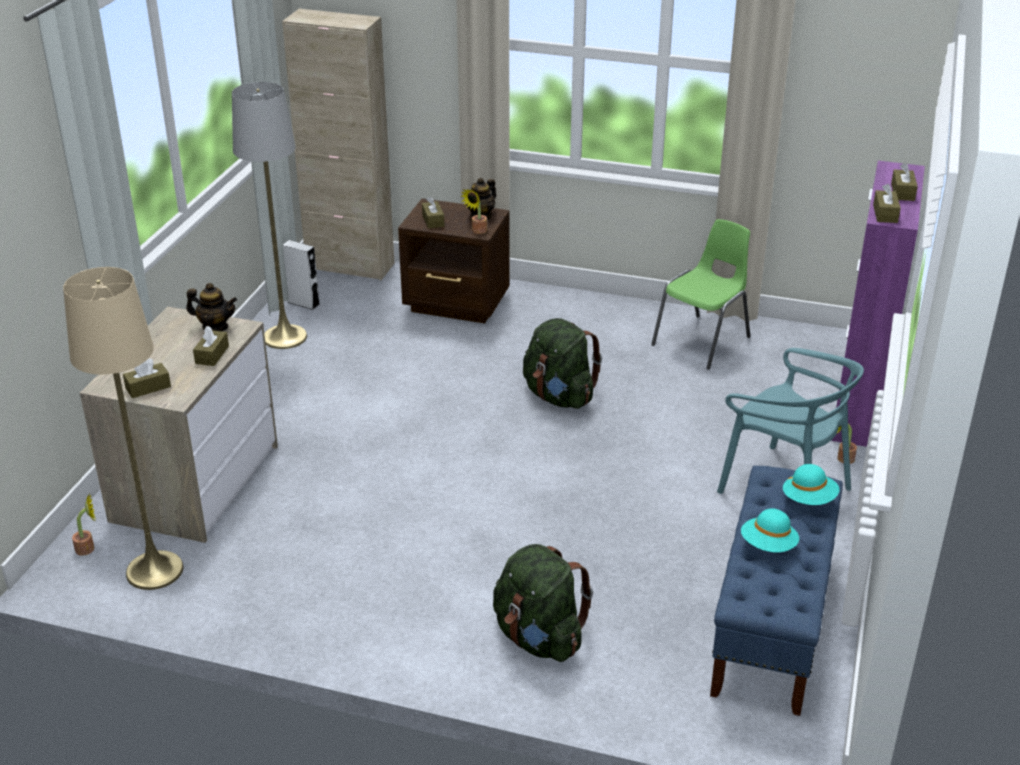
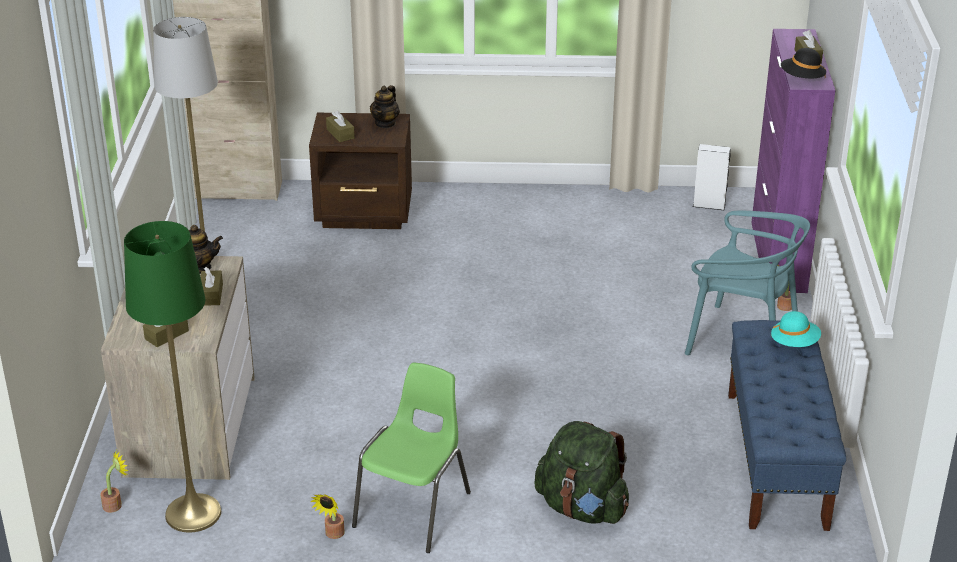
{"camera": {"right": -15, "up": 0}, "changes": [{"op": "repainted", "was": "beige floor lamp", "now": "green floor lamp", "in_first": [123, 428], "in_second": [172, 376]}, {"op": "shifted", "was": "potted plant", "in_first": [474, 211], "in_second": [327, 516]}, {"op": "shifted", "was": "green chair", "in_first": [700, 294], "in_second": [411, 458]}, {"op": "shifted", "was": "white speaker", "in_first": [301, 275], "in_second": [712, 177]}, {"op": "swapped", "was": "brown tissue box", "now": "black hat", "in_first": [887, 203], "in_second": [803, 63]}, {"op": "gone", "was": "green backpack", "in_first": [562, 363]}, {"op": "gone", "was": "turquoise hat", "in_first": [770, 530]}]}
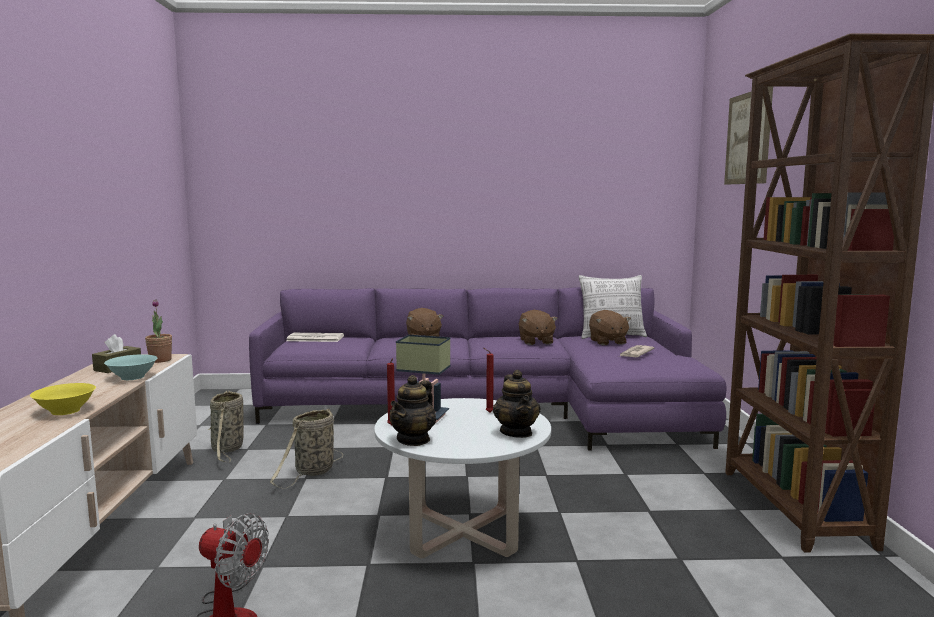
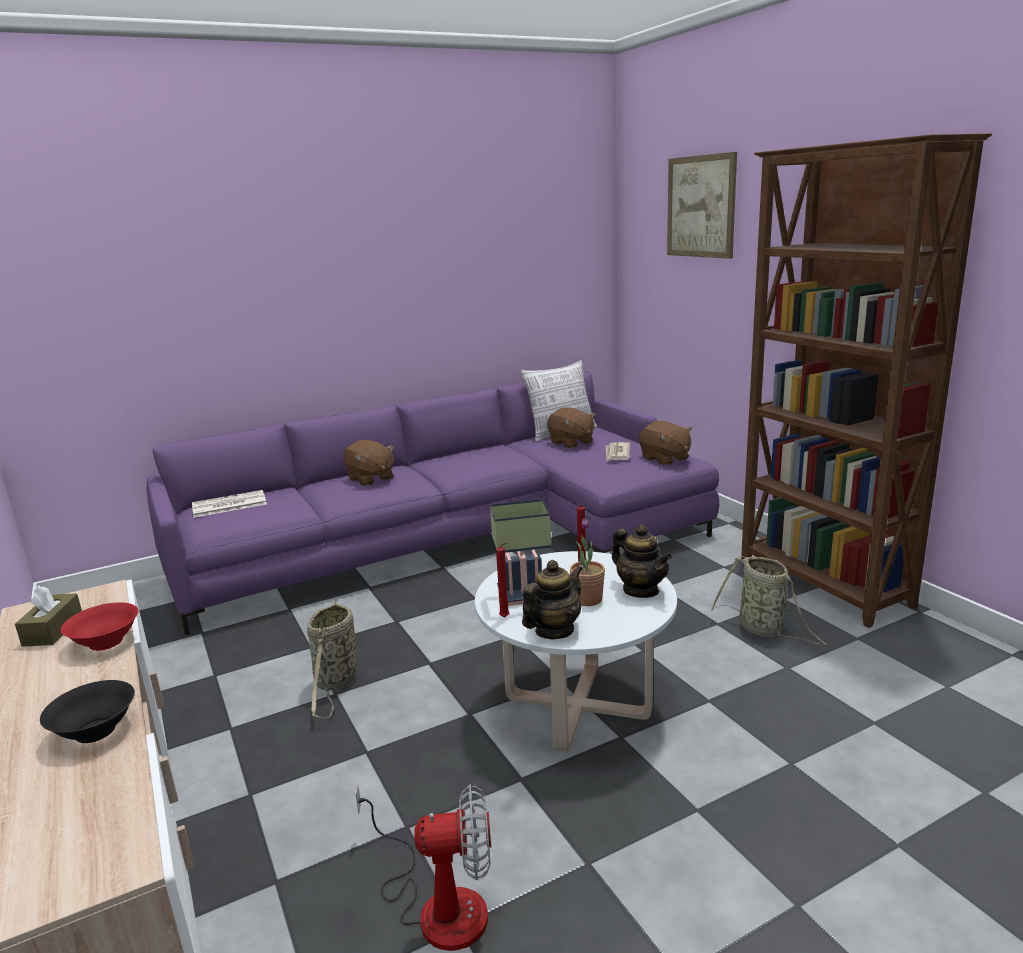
{"camera": {"right": -25, "up": 10}, "changes": [{"op": "repainted", "was": "yellow bowl", "now": "black bowl", "in_first": [63, 399], "in_second": [87, 711]}, {"op": "repainted", "was": "turquoise bowl", "now": "red bowl", "in_first": [130, 367], "in_second": [99, 626]}, {"op": "rotated", "was": "teapot", "in_first": [412, 410], "in_second": [552, 599], "clockwise": -135}, {"op": "shifted", "was": "potted plant", "in_first": [158, 331], "in_second": [587, 562]}, {"op": "shifted", "was": "brown plush toy", "in_first": [538, 327], "in_second": [665, 443]}, {"op": "shifted", "was": "basket", "in_first": [226, 426], "in_second": [768, 601]}]}
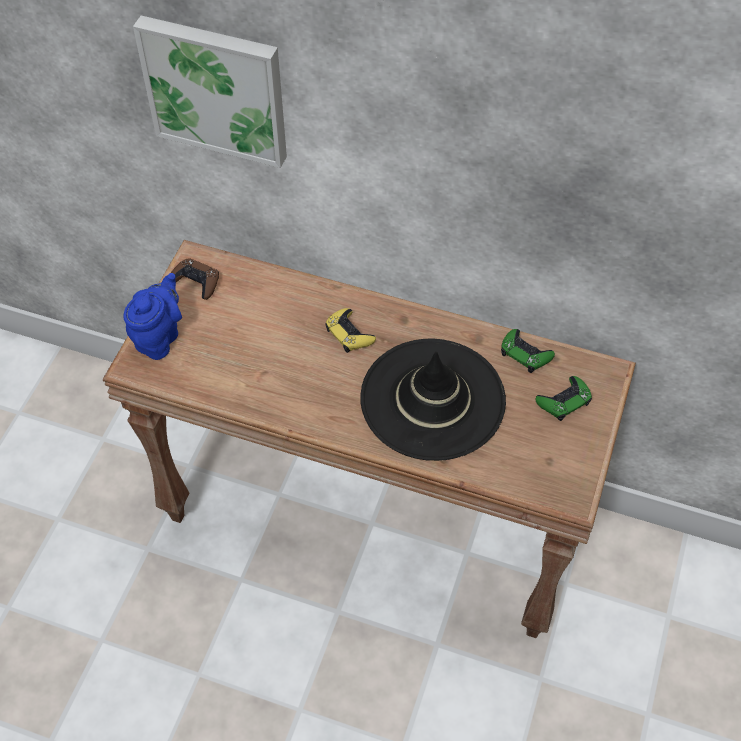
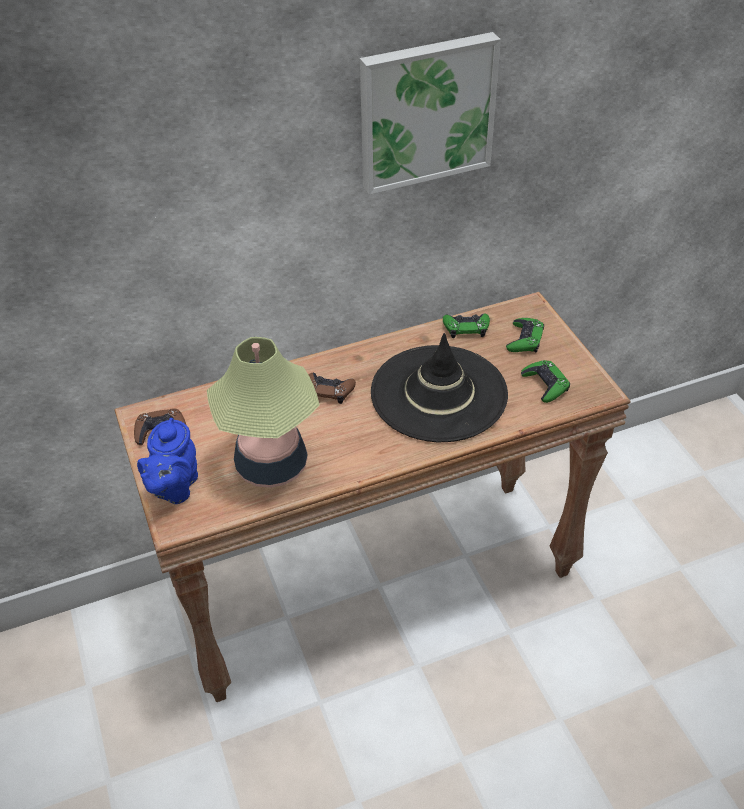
{"camera": {"right": -40, "up": -10}, "changes": [{"op": "rotated", "was": "blue teapot", "in_first": [152, 316], "in_second": [167, 461], "clockwise": -150}, {"op": "new", "now": "table lamp", "in_second": [263, 412]}, {"op": "repainted", "was": "yellow game controller", "now": "brown game controller", "in_first": [350, 330], "in_second": [332, 388]}, {"op": "shifted", "was": "picture", "in_first": [210, 91], "in_second": [430, 113]}, {"op": "new", "now": "green game controller", "in_second": [545, 381]}]}
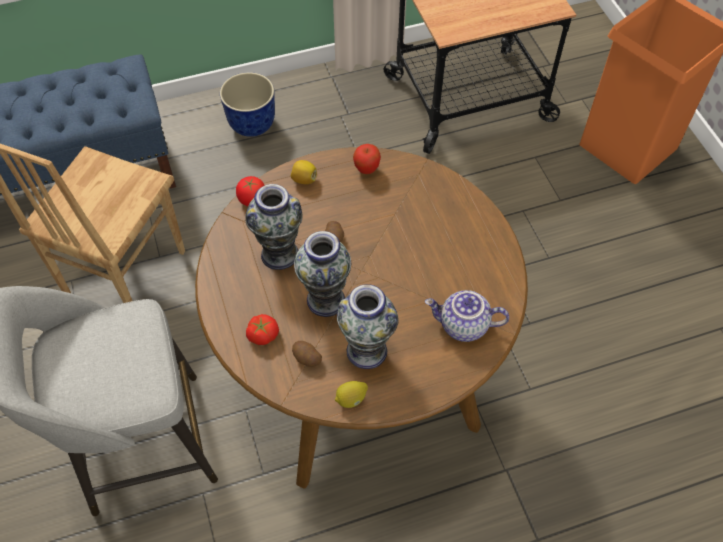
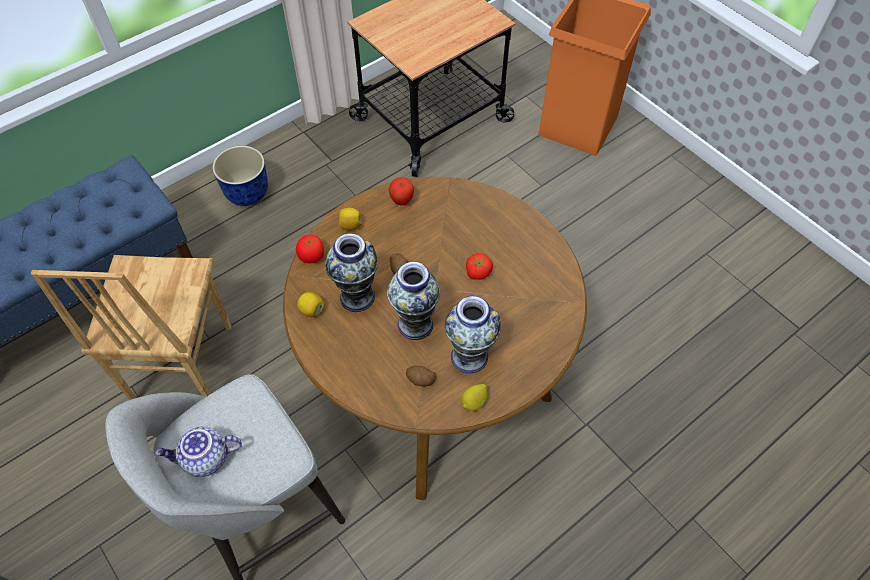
{"camera": {"right": -20, "up": 0}, "changes": [{"op": "shifted", "was": "teapot", "in_first": [467, 316], "in_second": [198, 451]}, {"op": "new", "now": "lemon", "in_second": [310, 304]}, {"op": "shifted", "was": "tomato", "in_first": [262, 329], "in_second": [479, 267]}]}
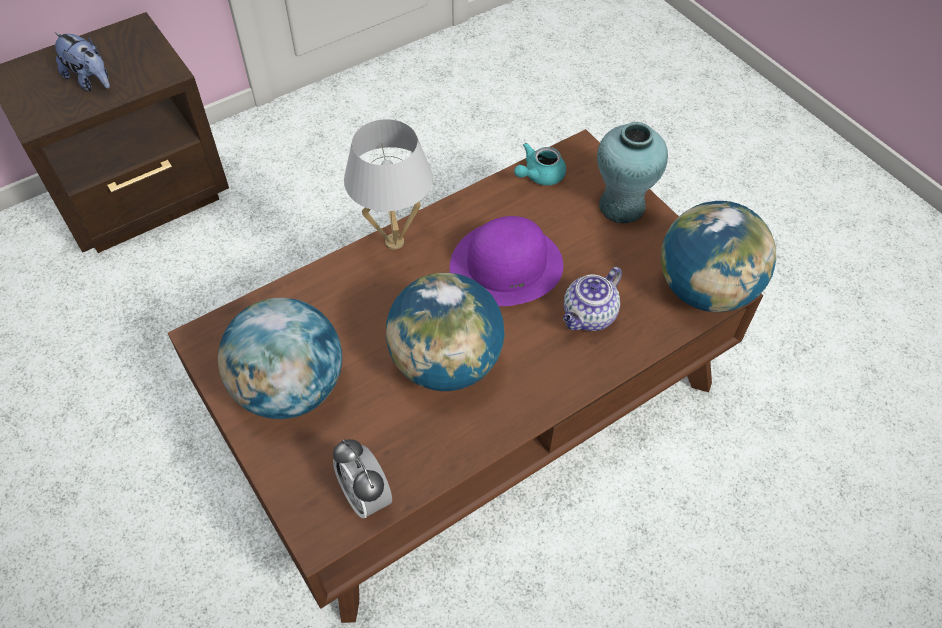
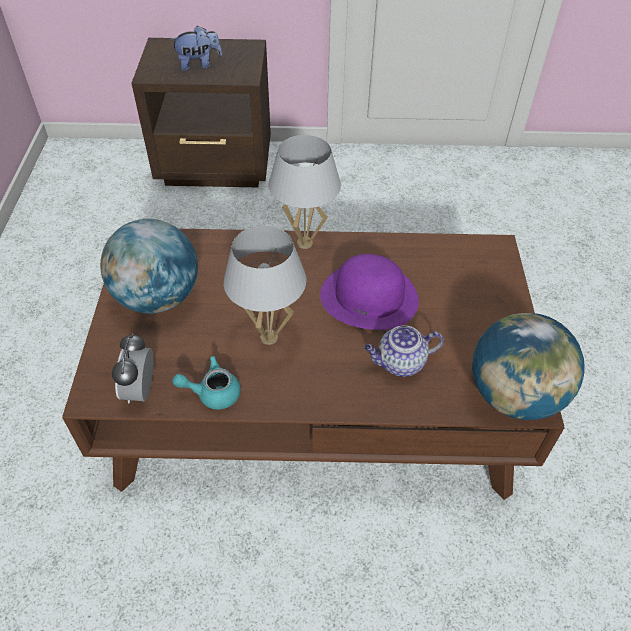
{"camera": {"right": 35, "up": -5}, "changes": [{"op": "rotated", "was": "plush toy", "in_first": [82, 61], "in_second": [196, 48], "clockwise": -90}, {"op": "shifted", "was": "turquoise teapot", "in_first": [540, 164], "in_second": [206, 383]}, {"op": "swapped", "was": "globe", "now": "white table lamp", "in_first": [445, 332], "in_second": [265, 285]}, {"op": "gone", "was": "turquoise vase", "in_first": [632, 173]}]}
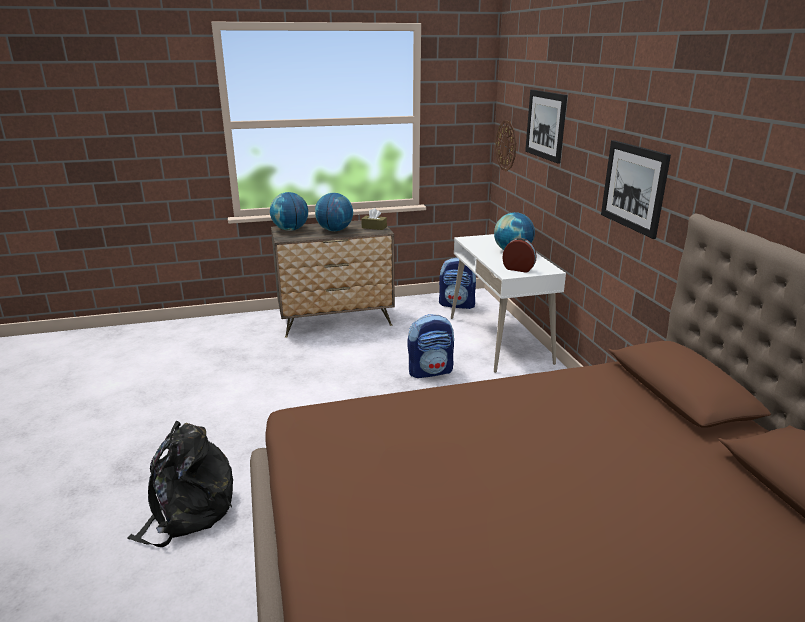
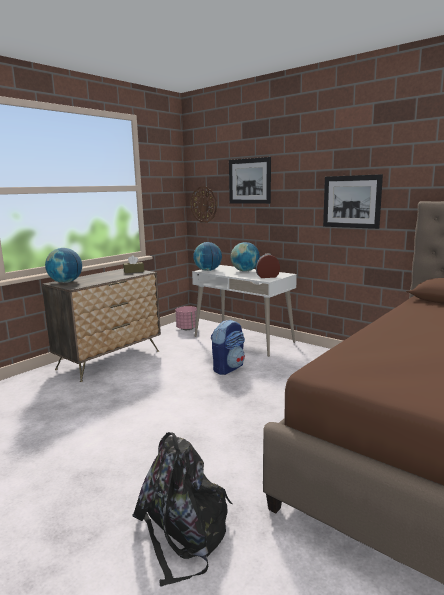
{"camera": {"right": -35, "up": -10}, "changes": [{"op": "swapped", "was": "backpack", "now": "pink planter", "in_first": [458, 283], "in_second": [186, 318]}, {"op": "shifted", "was": "globe", "in_first": [334, 212], "in_second": [207, 256]}]}
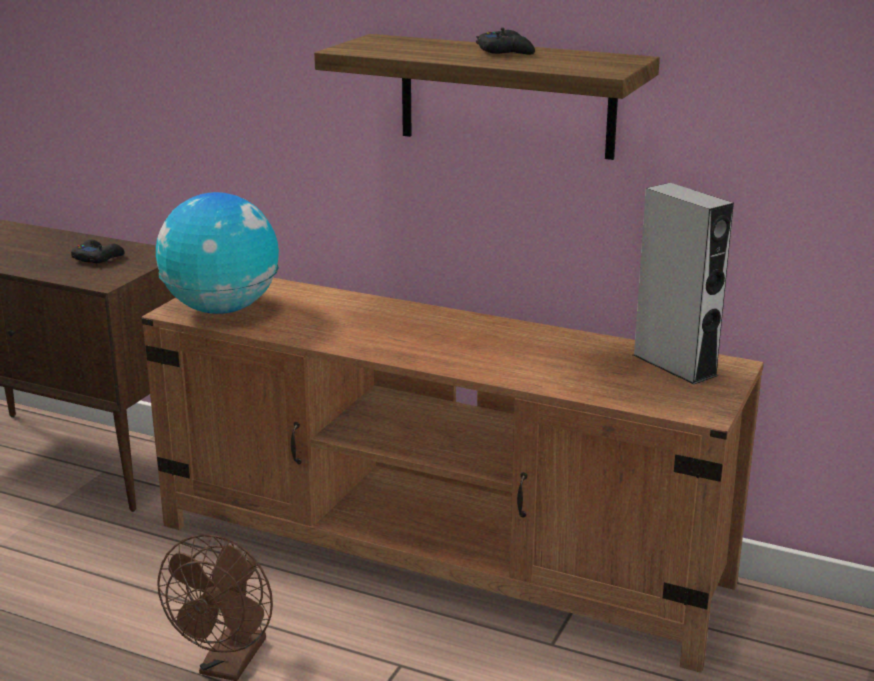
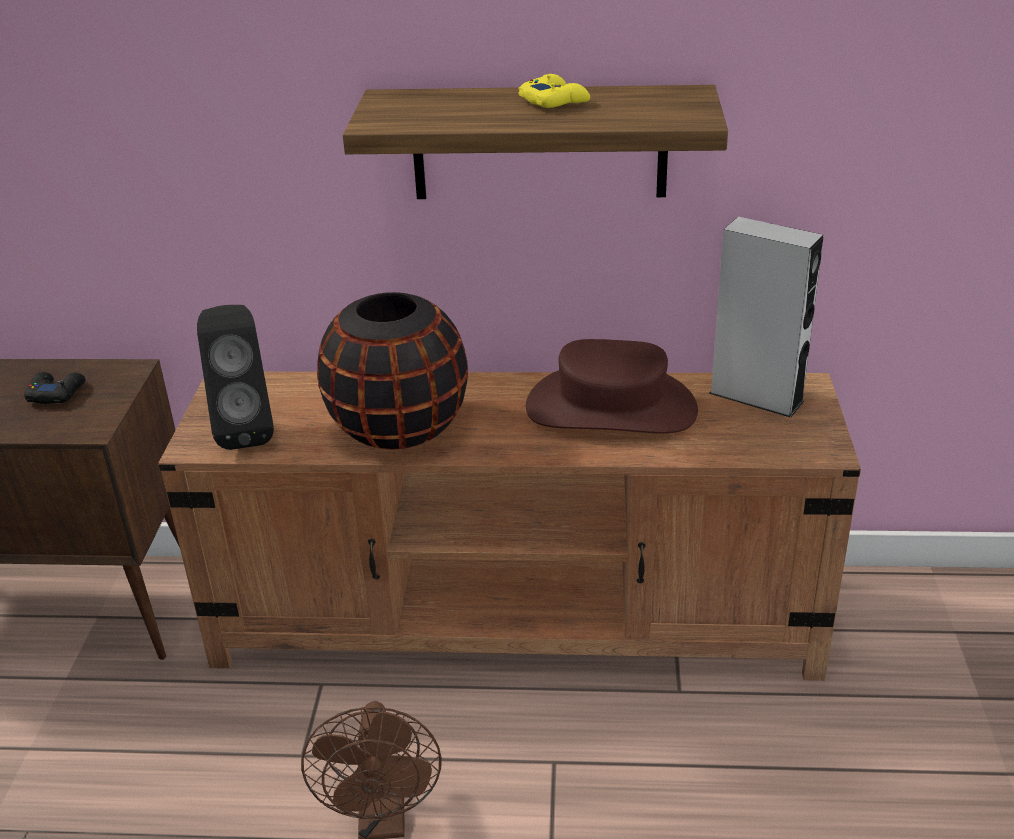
{"camera": {"right": -20, "up": 10}, "changes": [{"op": "swapped", "was": "globe", "now": "black speaker", "in_first": [217, 253], "in_second": [235, 377]}, {"op": "new", "now": "black vase", "in_second": [392, 370]}, {"op": "repainted", "was": "black game controller", "now": "yellow game controller", "in_first": [505, 41], "in_second": [554, 91]}, {"op": "new", "now": "brown hat", "in_second": [612, 386]}]}
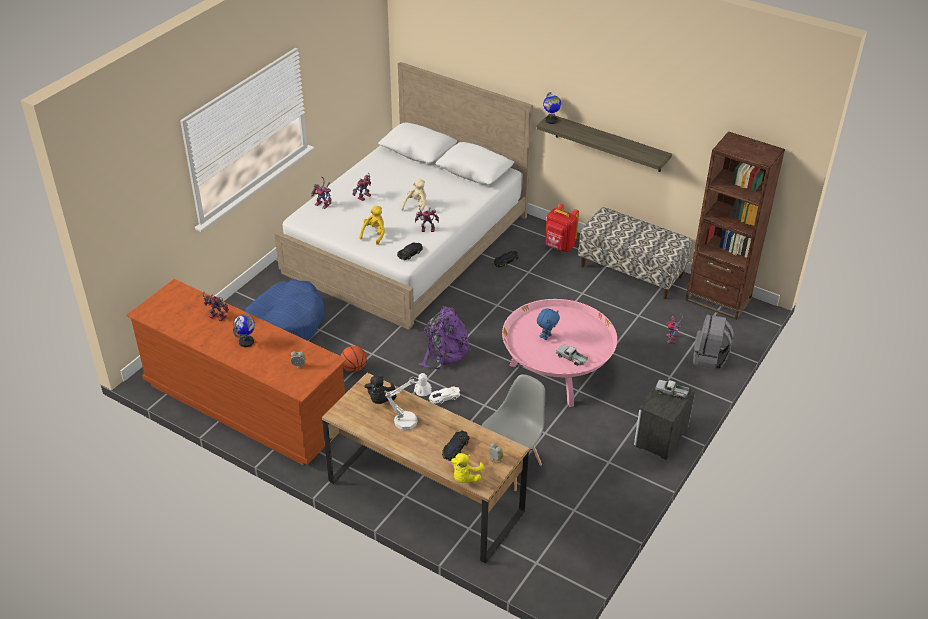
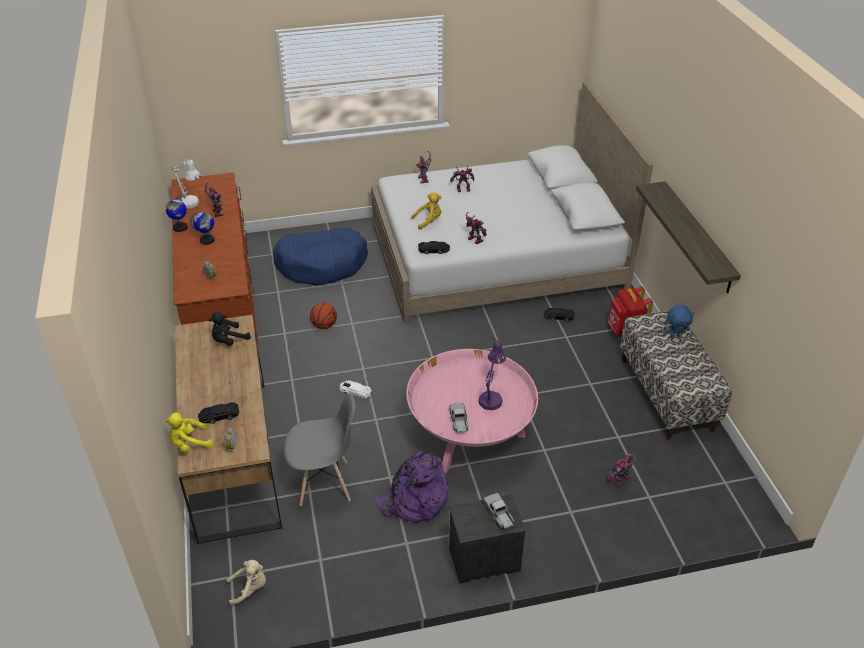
{"camera": {"right": 45, "up": 0}, "changes": [{"op": "shifted", "was": "globe", "in_first": [552, 108], "in_second": [177, 214]}, {"op": "shifted", "was": "white table lamp", "in_first": [408, 401], "in_second": [186, 184]}, {"op": "shifted", "was": "beige plush toy", "in_first": [413, 197], "in_second": [246, 583]}, {"op": "shifted", "was": "purple backpack", "in_first": [444, 337], "in_second": [411, 487]}, {"op": "new", "now": "purple table lamp", "in_second": [492, 375]}, {"op": "shifted", "was": "blue plush toy", "in_first": [548, 324], "in_second": [679, 321]}, {"op": "gone", "was": "brown bookcase", "in_first": [735, 225]}, {"op": "gone", "was": "grey backpack", "in_first": [713, 342]}]}
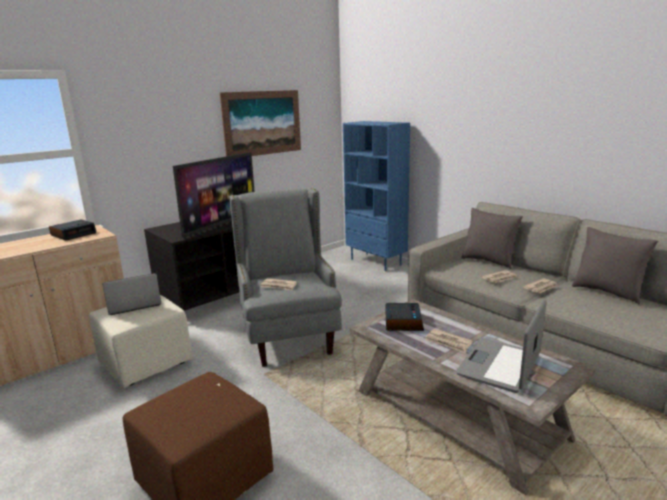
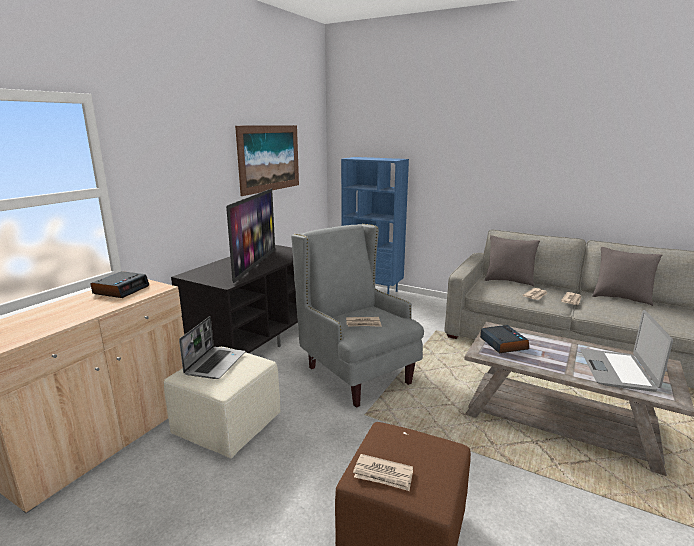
{"camera": {"right": -20, "up": 0}, "changes": [{"op": "rotated", "was": "laptop", "in_first": [131, 294], "in_second": [212, 347], "clockwise": 150}, {"op": "shifted", "was": "newspaper", "in_first": [449, 341], "in_second": [383, 472]}]}
